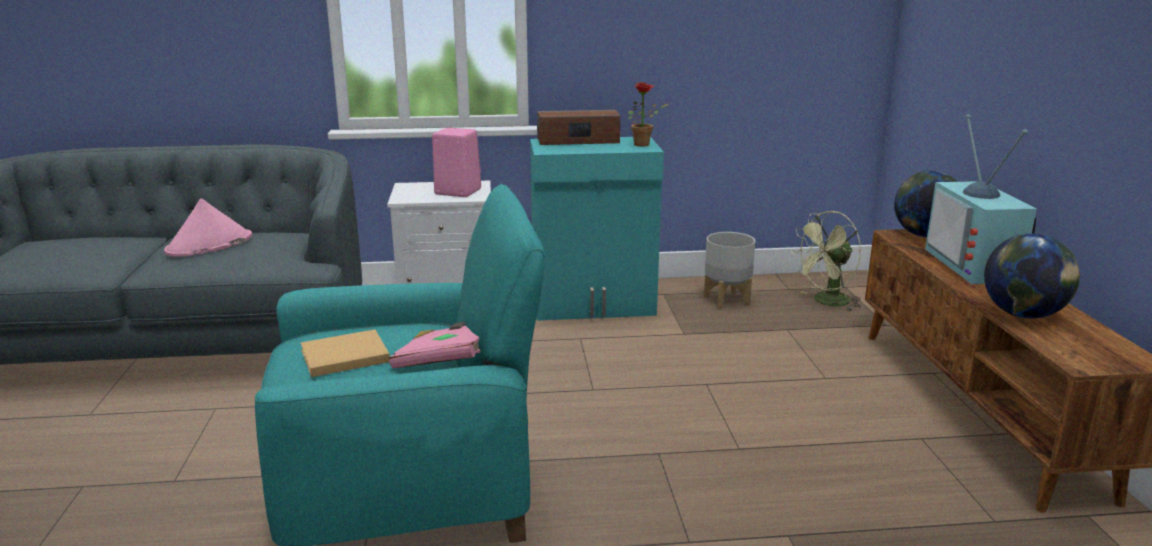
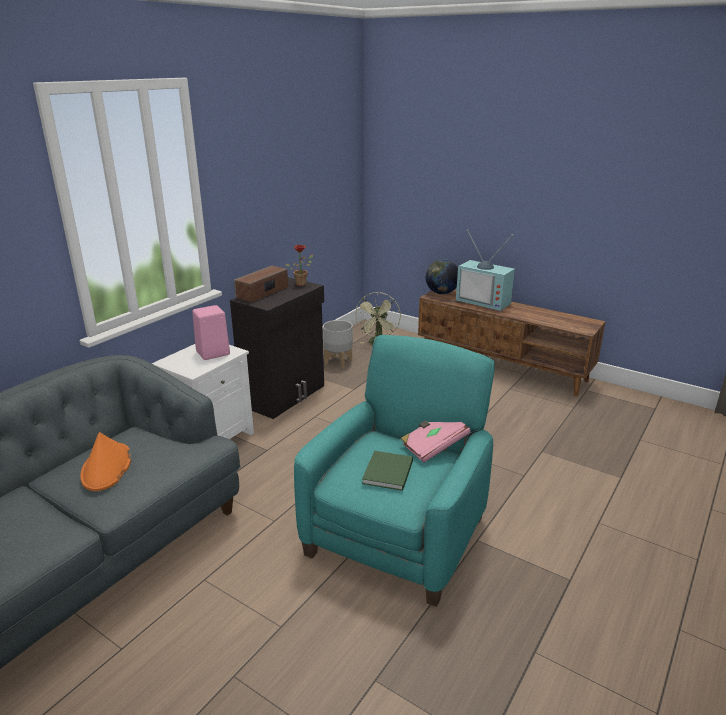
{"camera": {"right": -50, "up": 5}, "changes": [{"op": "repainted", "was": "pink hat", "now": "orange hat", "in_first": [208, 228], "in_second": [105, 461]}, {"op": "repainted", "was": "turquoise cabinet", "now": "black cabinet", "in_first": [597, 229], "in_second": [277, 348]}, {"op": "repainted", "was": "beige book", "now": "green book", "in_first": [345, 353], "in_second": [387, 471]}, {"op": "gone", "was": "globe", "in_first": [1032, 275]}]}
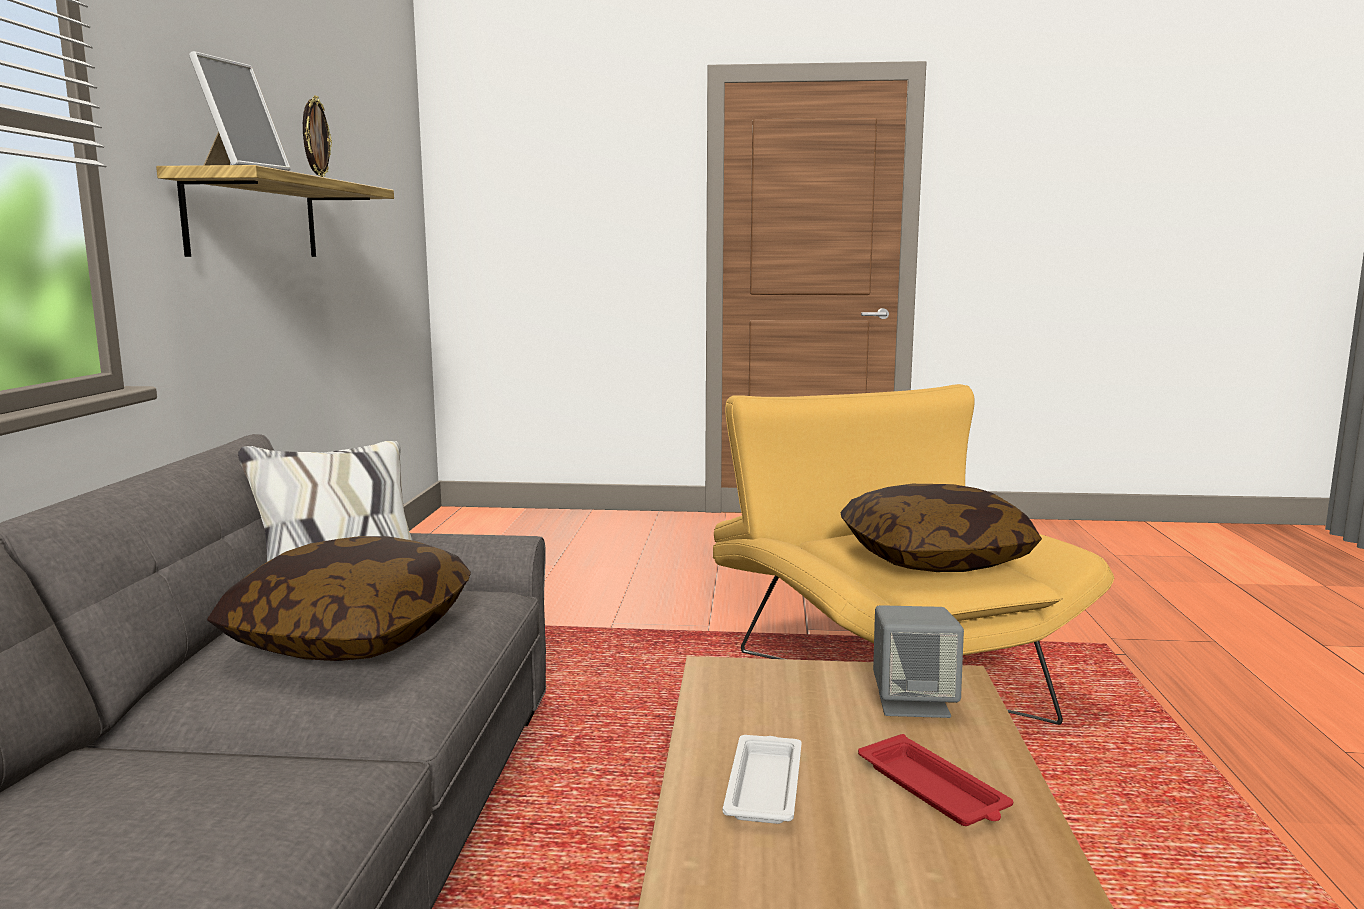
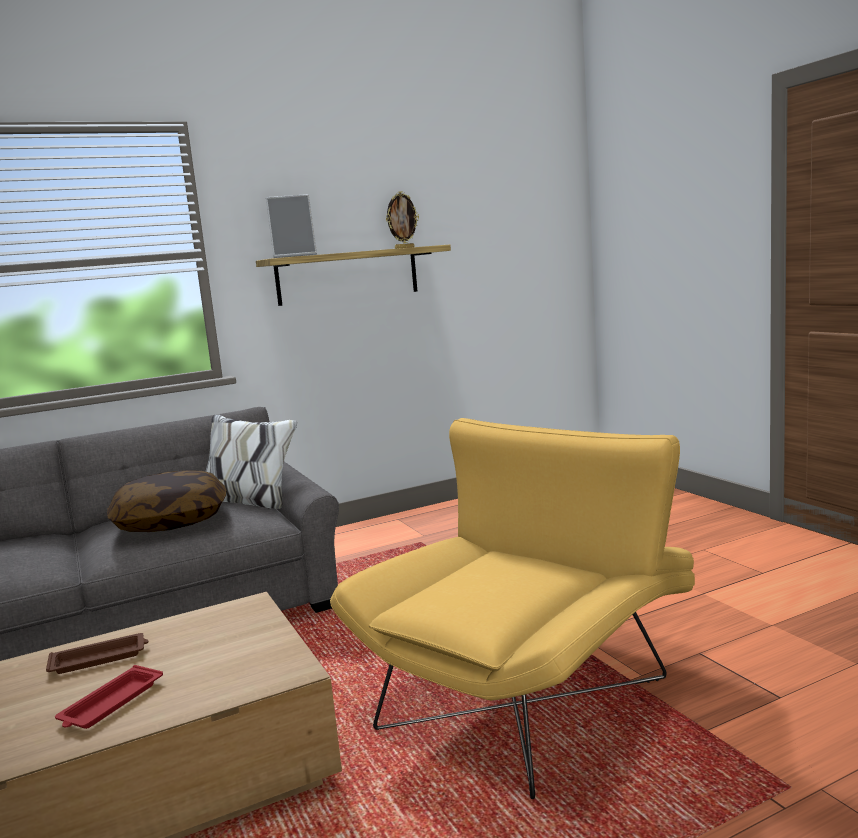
{"camera": {"right": 60, "up": 0}, "changes": [{"op": "repainted", "was": "white tray", "now": "brown tray", "in_first": [762, 779], "in_second": [97, 653]}, {"op": "gone", "was": "pillow", "in_first": [941, 528]}, {"op": "gone", "was": "grey speaker", "in_first": [918, 661]}]}
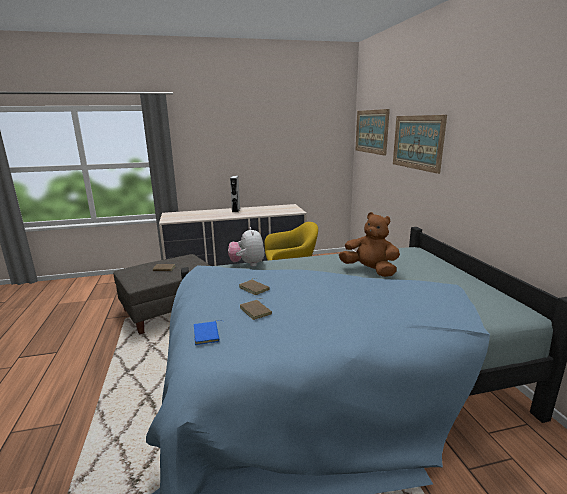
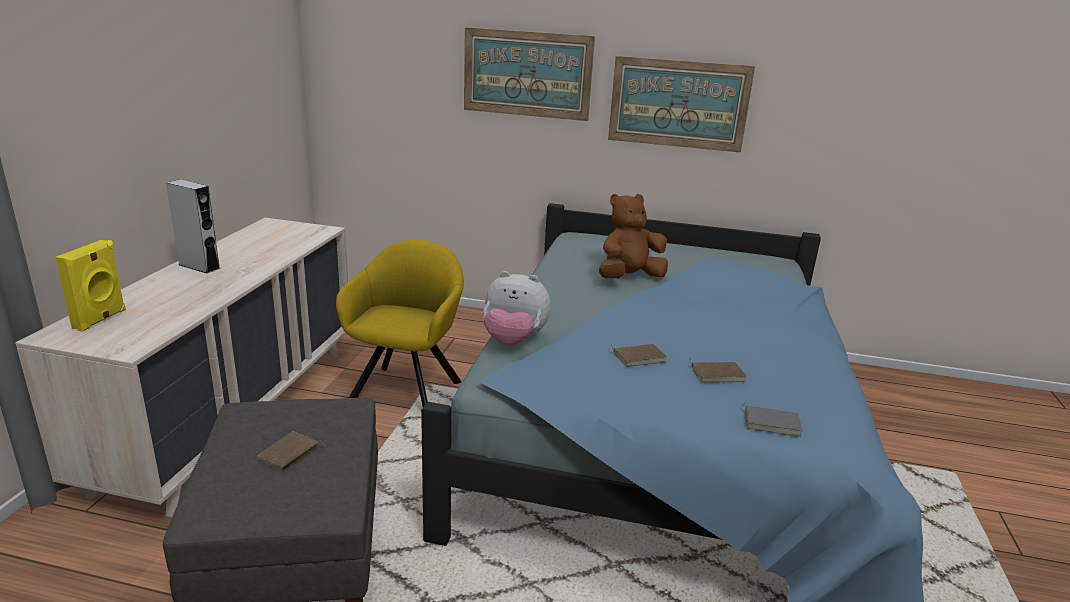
{"camera": {"right": -65, "up": 5}, "changes": [{"op": "new", "now": "yellow speaker", "in_second": [90, 286]}, {"op": "shifted", "was": "picture", "in_first": [372, 132], "in_second": [681, 104]}, {"op": "repainted", "was": "blue book", "now": "grey book", "in_first": [207, 332], "in_second": [773, 418]}]}
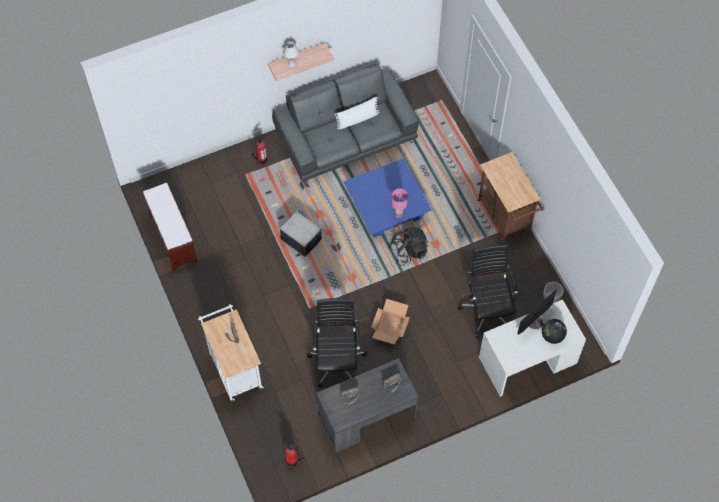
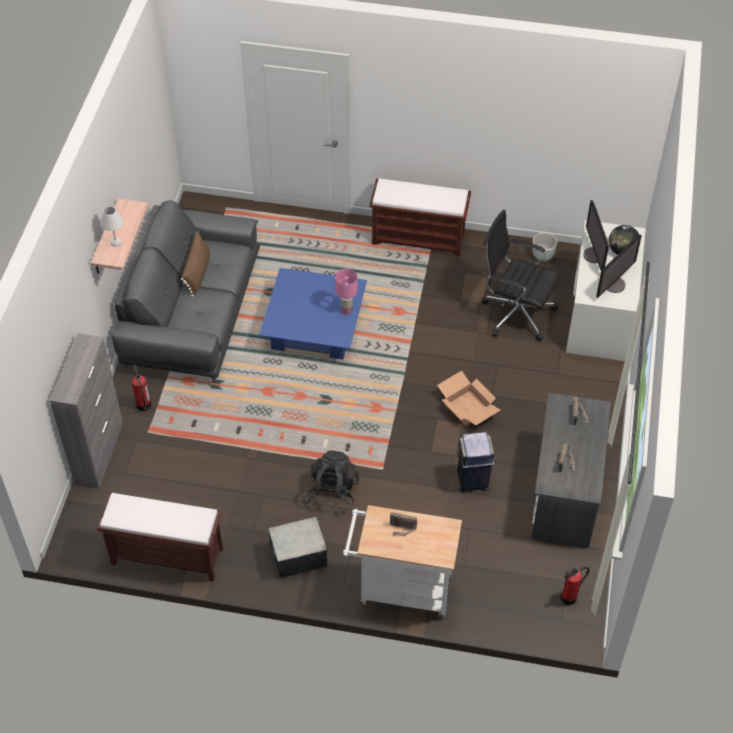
{"camera": {"right": -55, "up": -10}, "changes": [{"op": "new", "now": "grey cabinet", "in_second": [86, 411]}, {"op": "repainted", "was": "white pillow", "now": "brown pillow", "in_first": [357, 113], "in_second": [195, 264]}, {"op": "shifted", "was": "storage box", "in_first": [300, 234], "in_second": [297, 548]}, {"op": "shifted", "was": "black backpack", "in_first": [408, 246], "in_second": [333, 481]}, {"op": "swapped", "was": "brown cart", "now": "brown bench", "in_first": [510, 197], "in_second": [420, 217]}, {"op": "swapped", "was": "black office chair", "now": "blue trash can", "in_first": [337, 343], "in_second": [475, 462]}, {"op": "new", "now": "monitor", "in_second": [619, 266]}]}
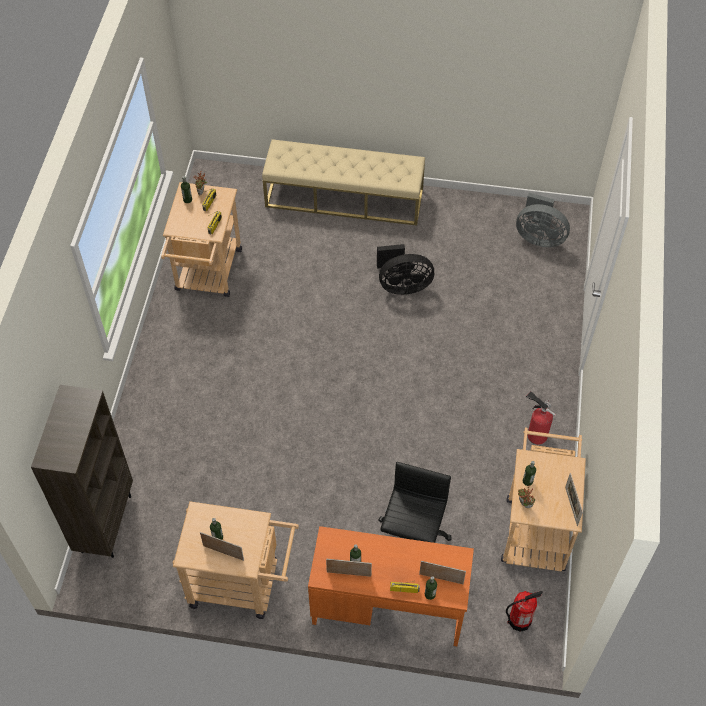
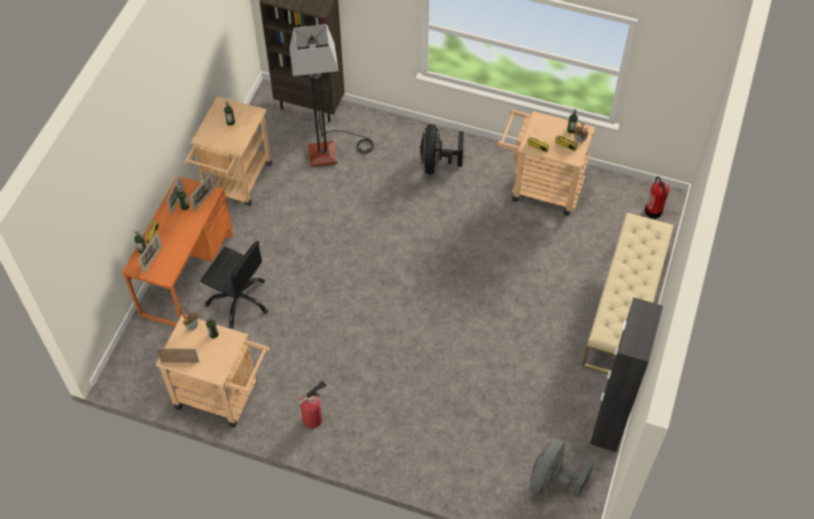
{"camera": {"right": 100, "up": 0}, "changes": [{"op": "shifted", "was": "picture frame", "in_first": [222, 546], "in_second": [202, 192]}, {"op": "new", "now": "floor lamp", "in_second": [331, 95]}, {"op": "shifted", "was": "black fan", "in_first": [405, 269], "in_second": [442, 149]}, {"op": "new", "now": "black cabinet", "in_second": [626, 374]}, {"op": "shifted", "was": "fire extinguisher", "in_first": [524, 611], "in_second": [657, 197]}]}
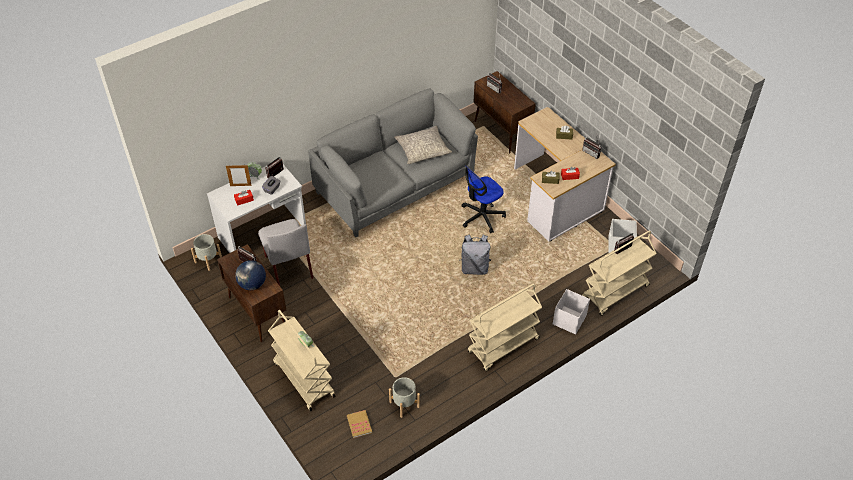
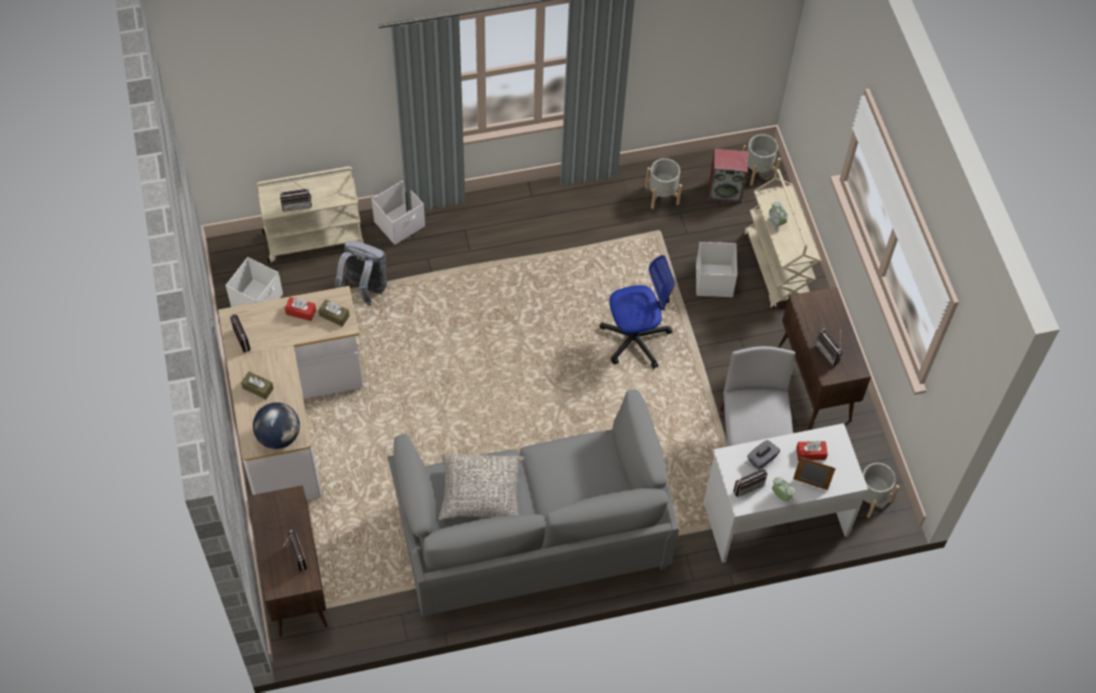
{"camera": {"right": -160, "up": 10}, "changes": [{"op": "shifted", "was": "globe", "in_first": [250, 275], "in_second": [276, 425]}, {"op": "shifted", "was": "grey backpack", "in_first": [475, 254], "in_second": [361, 273]}, {"op": "shifted", "was": "office chair", "in_first": [483, 199], "in_second": [637, 312]}, {"op": "new", "now": "white storage box", "in_second": [716, 269]}, {"op": "swapped", "was": "book", "now": "speaker", "in_first": [359, 424], "in_second": [728, 176]}, {"op": "new", "now": "grey planter", "in_second": [761, 160]}, {"op": "gone", "was": "beige cart", "in_first": [505, 327]}]}
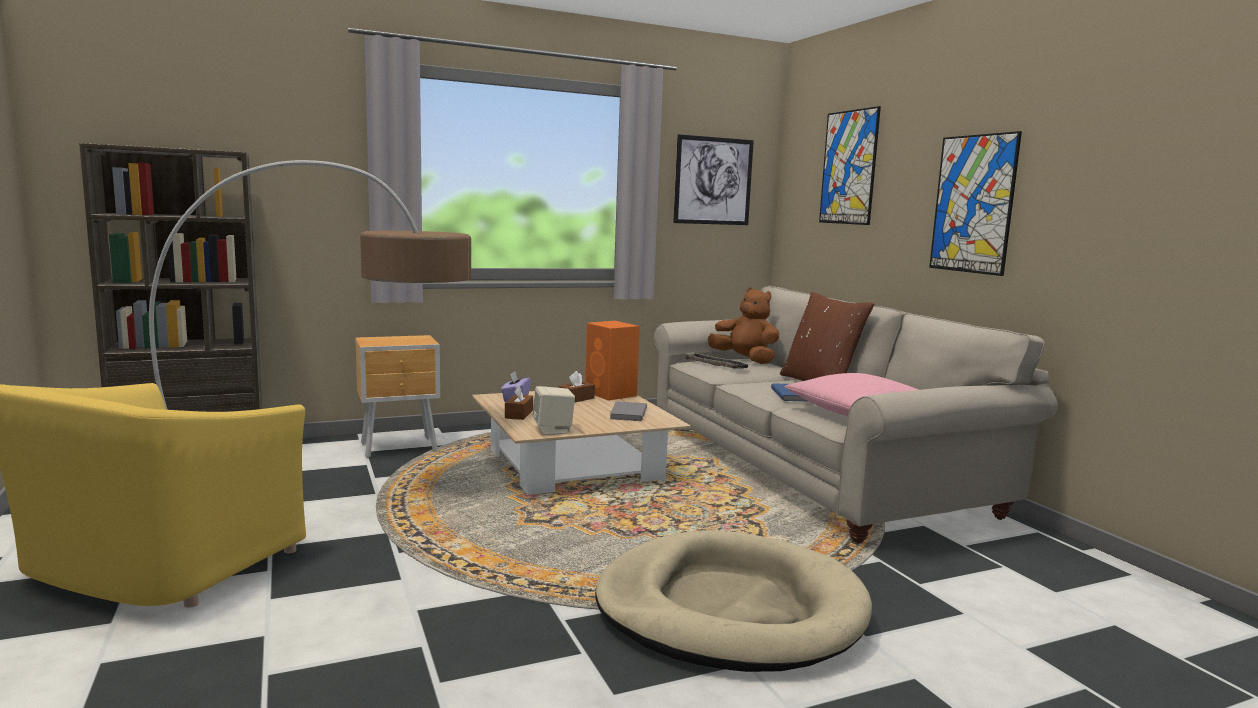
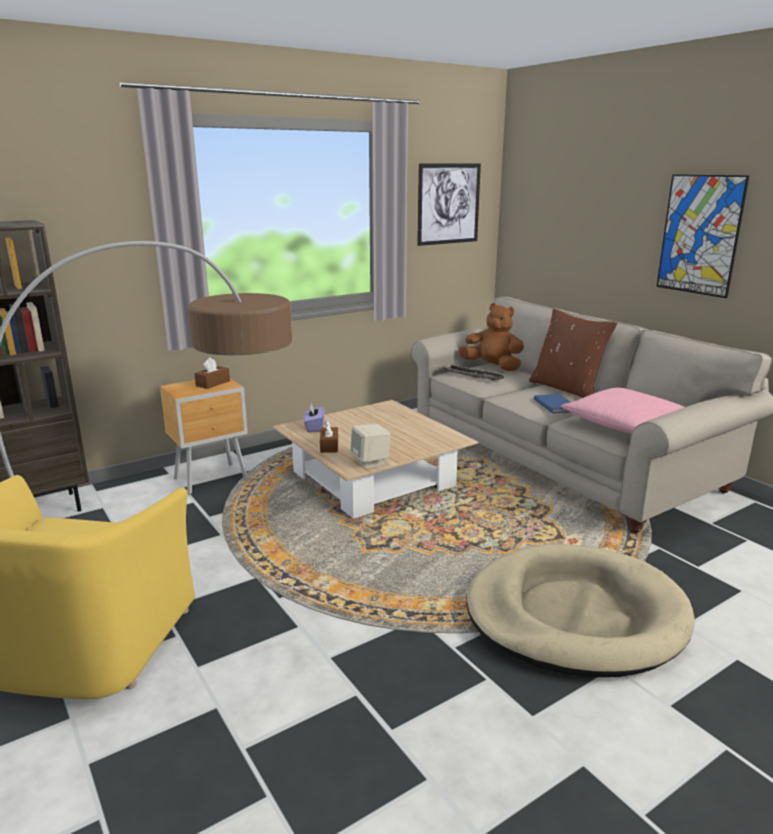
{"camera": {"right": -10, "up": 10}, "changes": [{"op": "shifted", "was": "brown tissue box", "in_first": [577, 386], "in_second": [212, 373]}, {"op": "gone", "was": "orange speaker", "in_first": [612, 361]}, {"op": "gone", "was": "grey book", "in_first": [628, 411]}, {"op": "gone", "was": "picture", "in_first": [850, 165]}]}
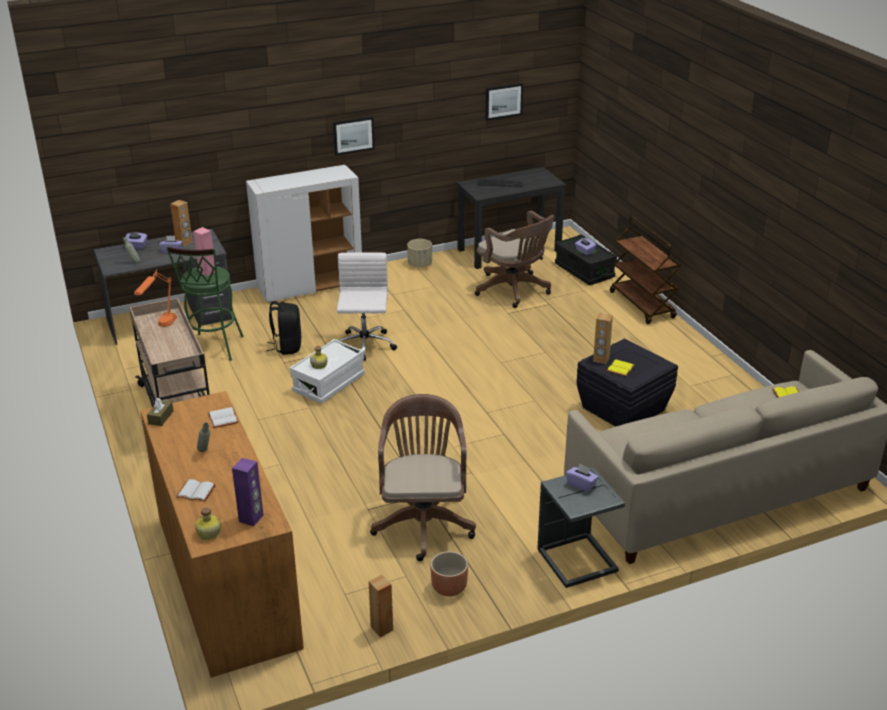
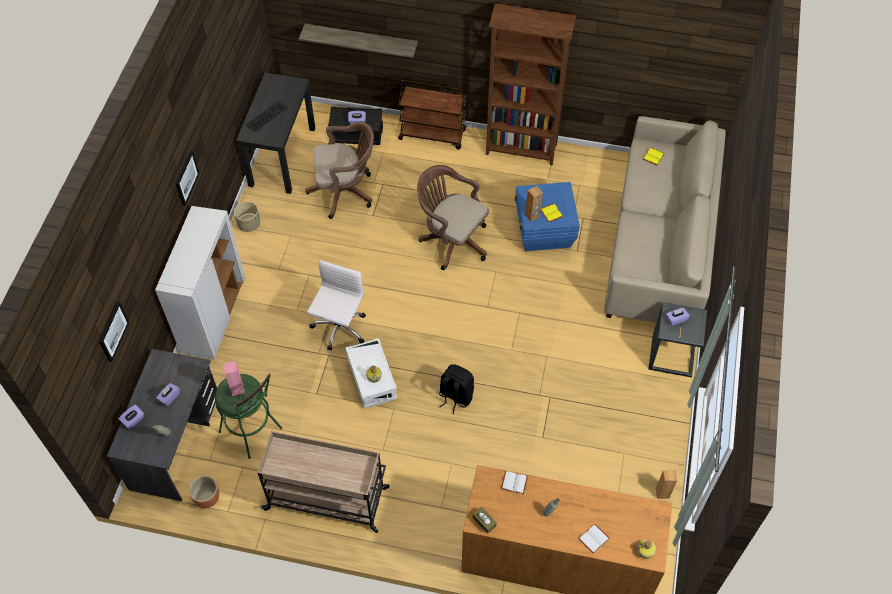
{"camera": {"right": -55, "up": 25}, "changes": [{"op": "shifted", "was": "picture", "in_first": [504, 102], "in_second": [114, 332]}, {"op": "shifted", "was": "brown planter", "in_first": [449, 573], "in_second": [204, 492]}, {"op": "new", "now": "shelf", "in_second": [358, 41]}, {"op": "rotated", "was": "white office chair", "in_first": [366, 306], "in_second": [336, 305], "clockwise": 75}, {"op": "shifted", "was": "brown office chair", "in_first": [423, 477], "in_second": [453, 217]}, {"op": "shifted", "was": "black backpack", "in_first": [284, 328], "in_second": [456, 389]}, {"op": "new", "now": "brown bookcase", "in_second": [531, 84]}, {"op": "repainted", "was": "black storage box", "now": "blue storage box", "in_first": [627, 382], "in_second": [547, 216]}, {"op": "gone", "was": "orange table lamp", "in_first": [155, 298]}, {"op": "gone", "was": "brown speaker", "in_first": [181, 223]}, {"op": "gone", "was": "purple speaker", "in_first": [247, 492]}]}
